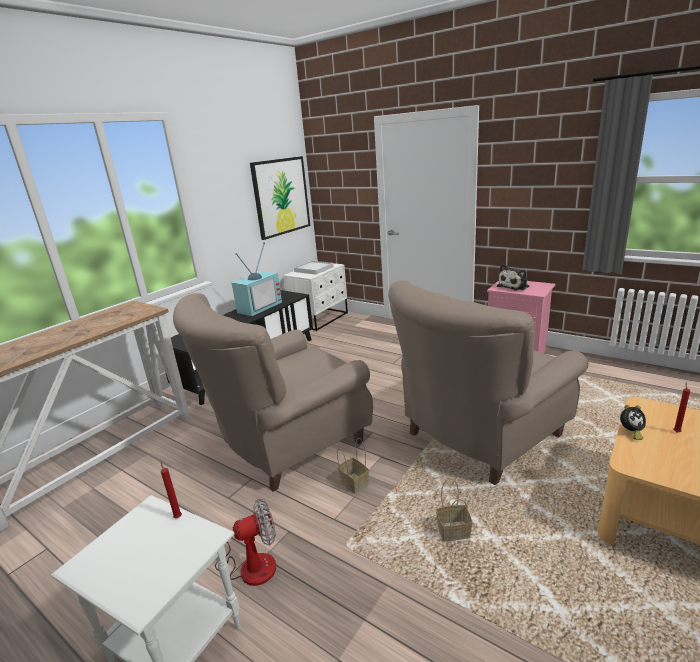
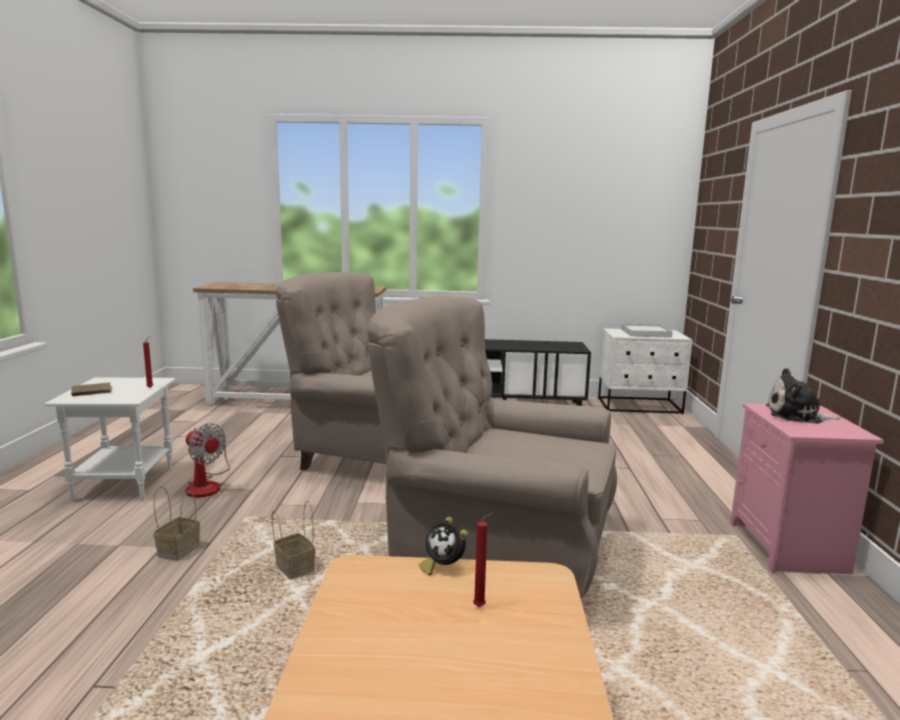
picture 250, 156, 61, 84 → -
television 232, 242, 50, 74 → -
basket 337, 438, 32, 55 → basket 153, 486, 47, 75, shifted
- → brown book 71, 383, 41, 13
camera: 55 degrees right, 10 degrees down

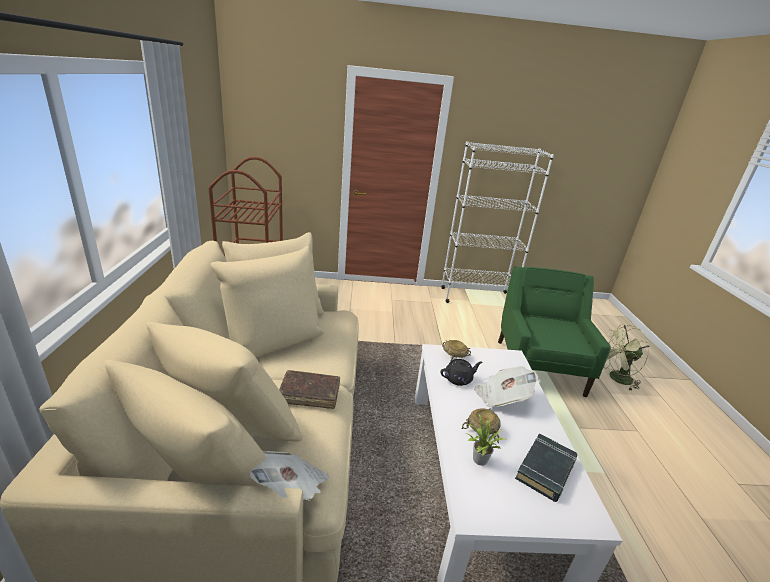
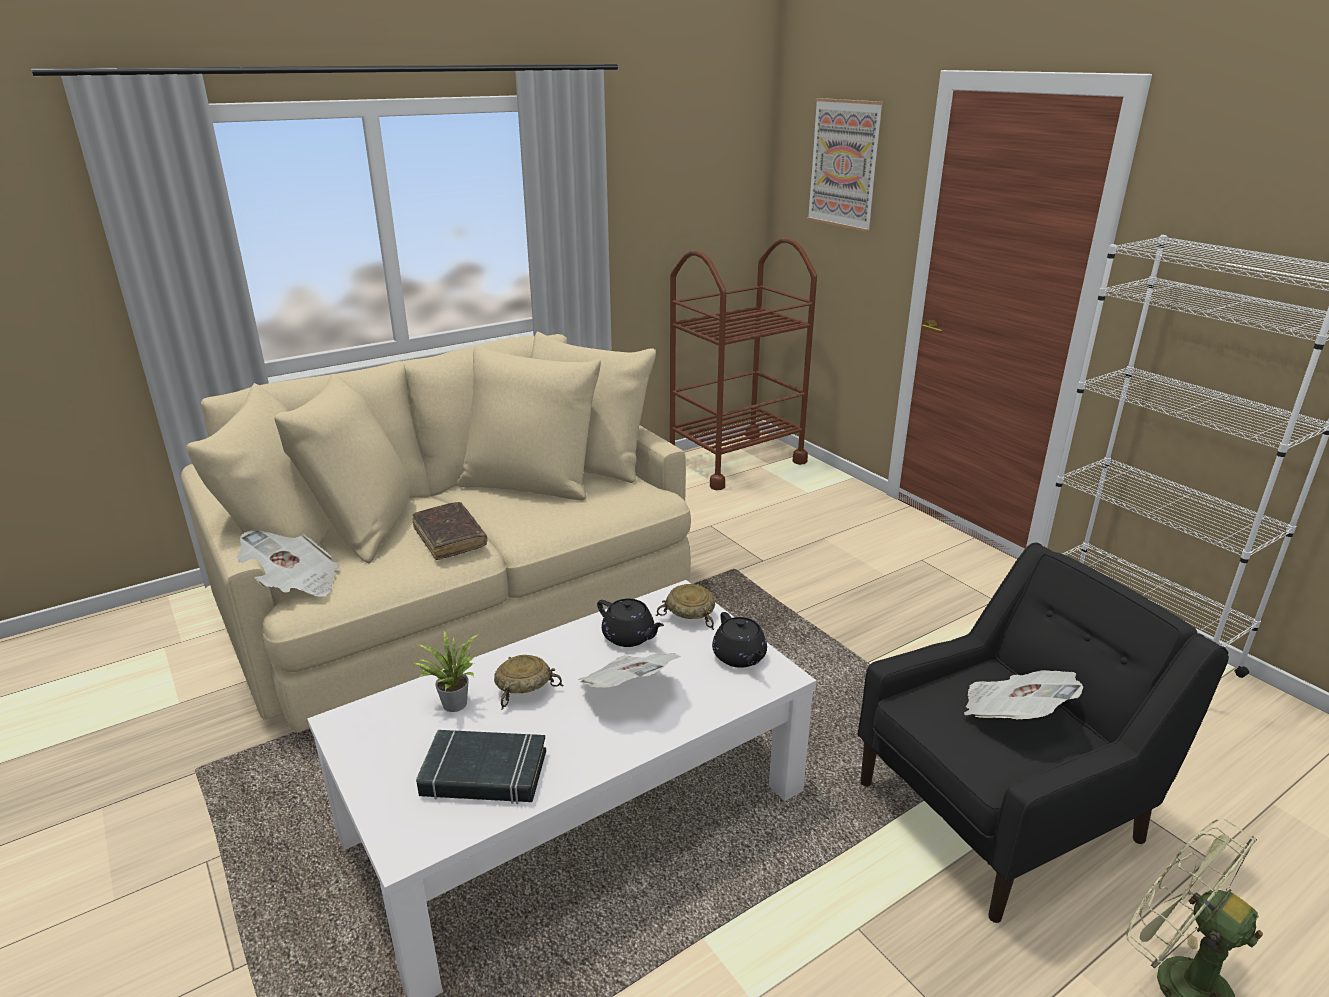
green armchair 498, 266, 113, 131 → black armchair 858, 542, 371, 381
- → picture 807, 98, 77, 134
- → black teapot 712, 612, 55, 56
- → newspaper 964, 670, 119, 49
camera: 60 degrees right, 0 degrees up

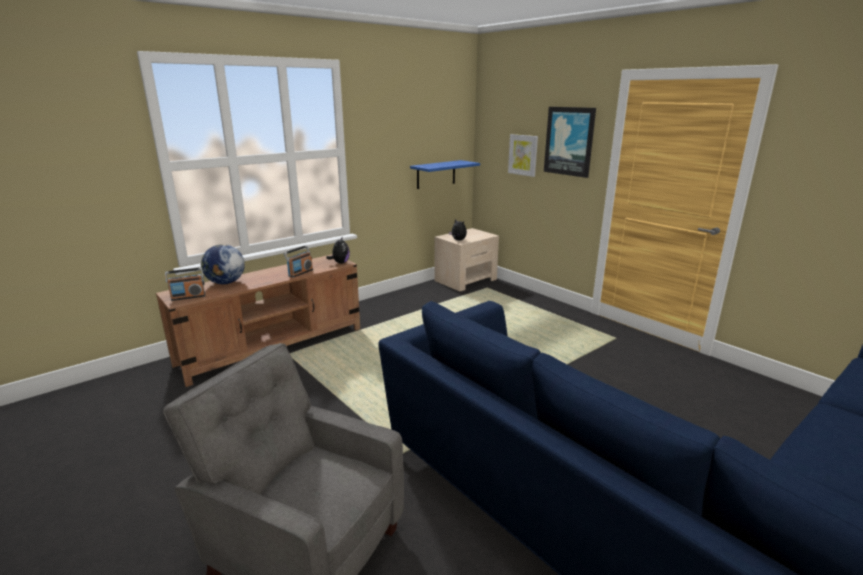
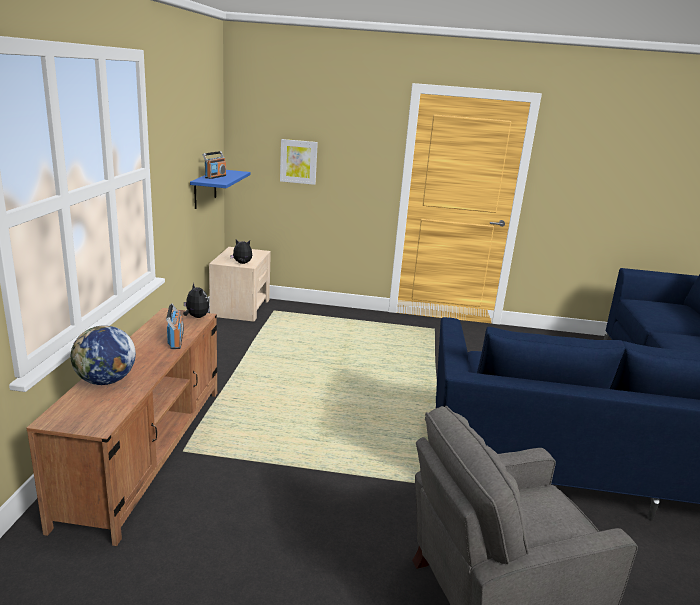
picture 544, 107, 52, 71 → -
radio 165, 268, 40, 33 → radio 203, 151, 23, 28, shifted
camera: 45 degrees left, 0 degrees up

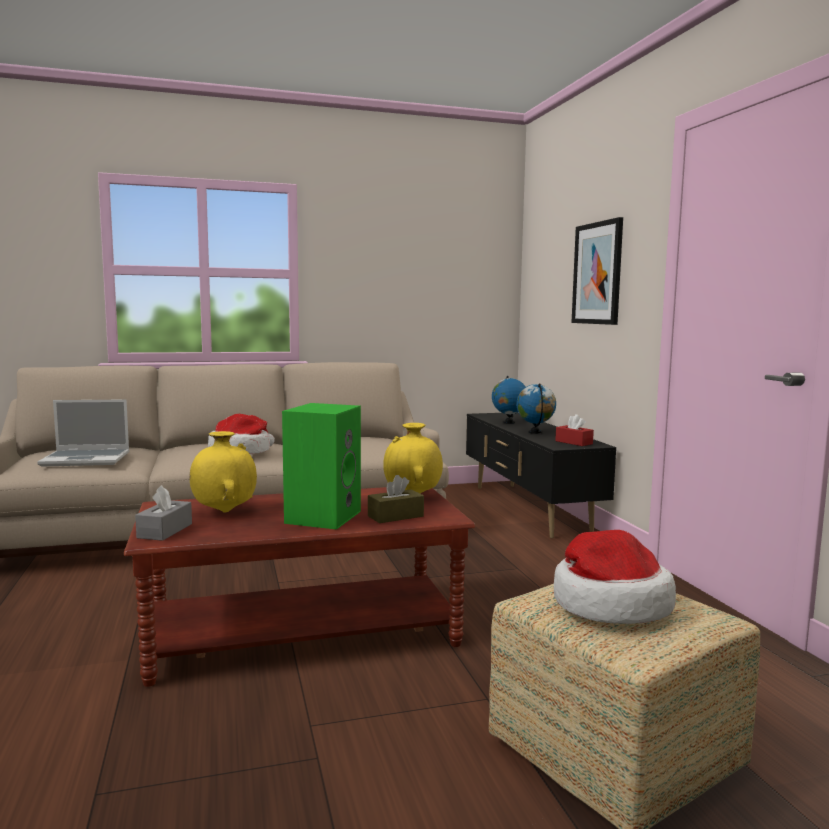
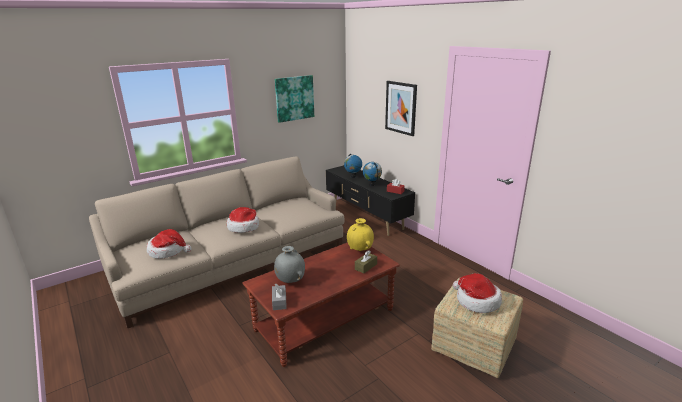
laptop 37, 399, 92, 68 → hat 147, 229, 45, 30
green speaker 282, 403, 79, 127 → -
yellow vase 190, 431, 67, 82 → grey vase 274, 246, 31, 37
- → picture 275, 75, 39, 48
camera: 20 degrees left, 15 degrees up

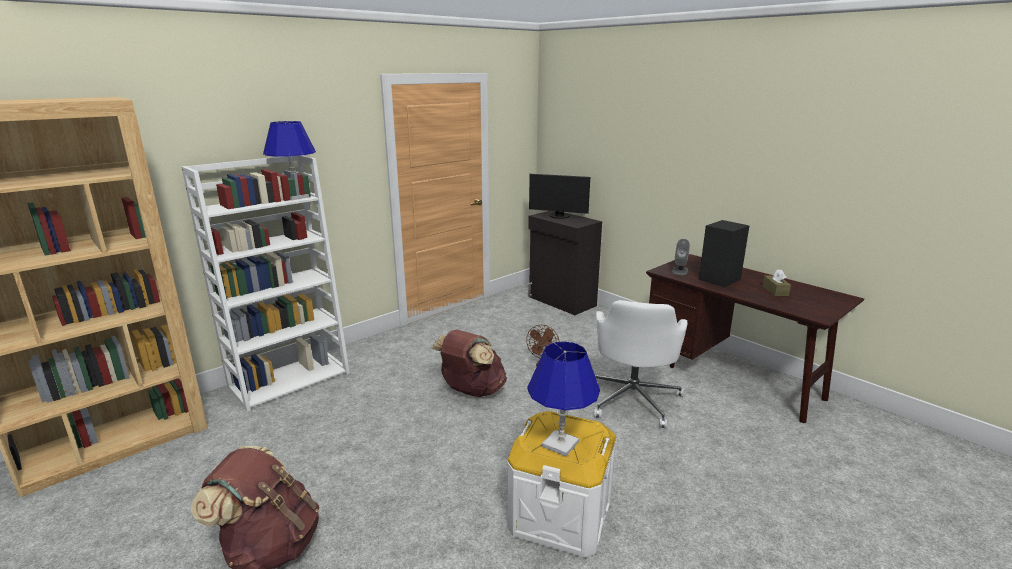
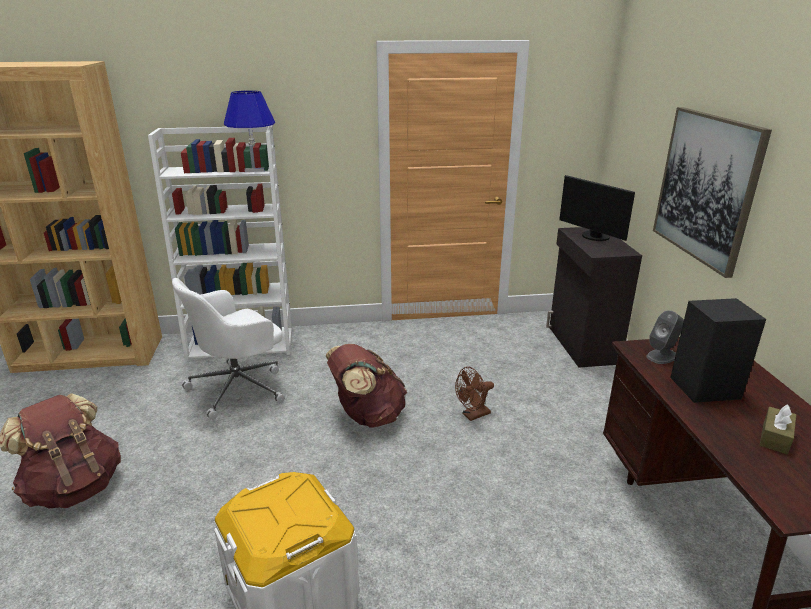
white office chair 594, 300, 93, 129 → white office chair 172, 278, 113, 142, shifted
blue table lamp 527, 341, 73, 115 → -
- → picture 653, 107, 119, 171
camera: 35 degrees right, 5 degrees up

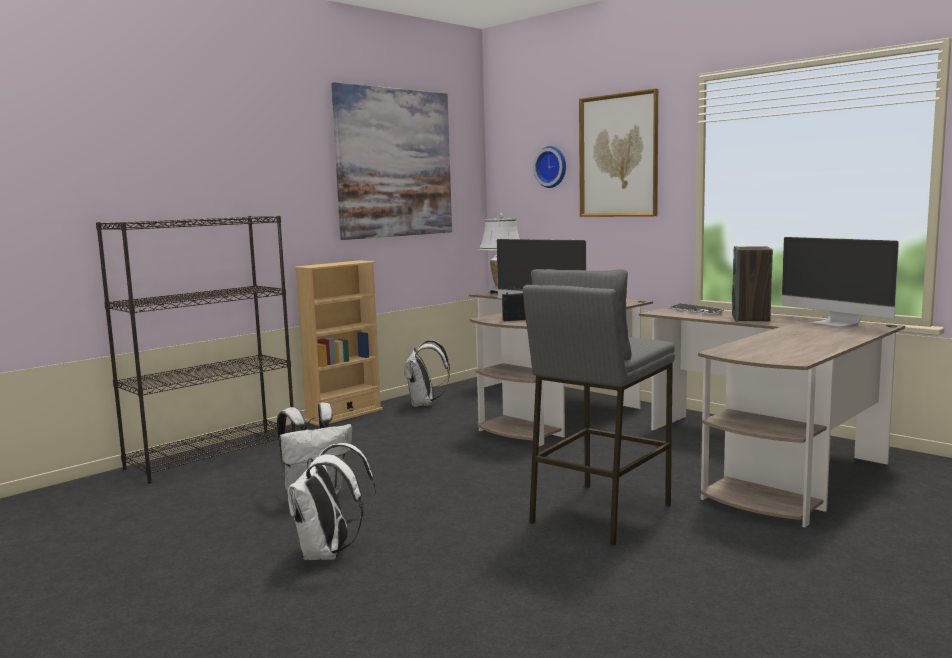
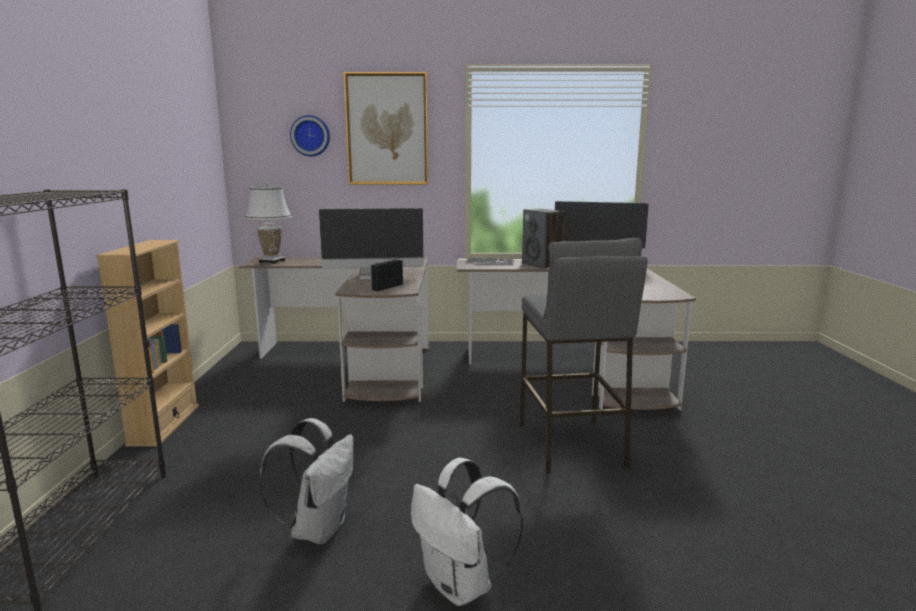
picture 331, 82, 121, 158 → -
white backpack 403, 340, 47, 67 → -
camera: 45 degrees left, 5 degrees up

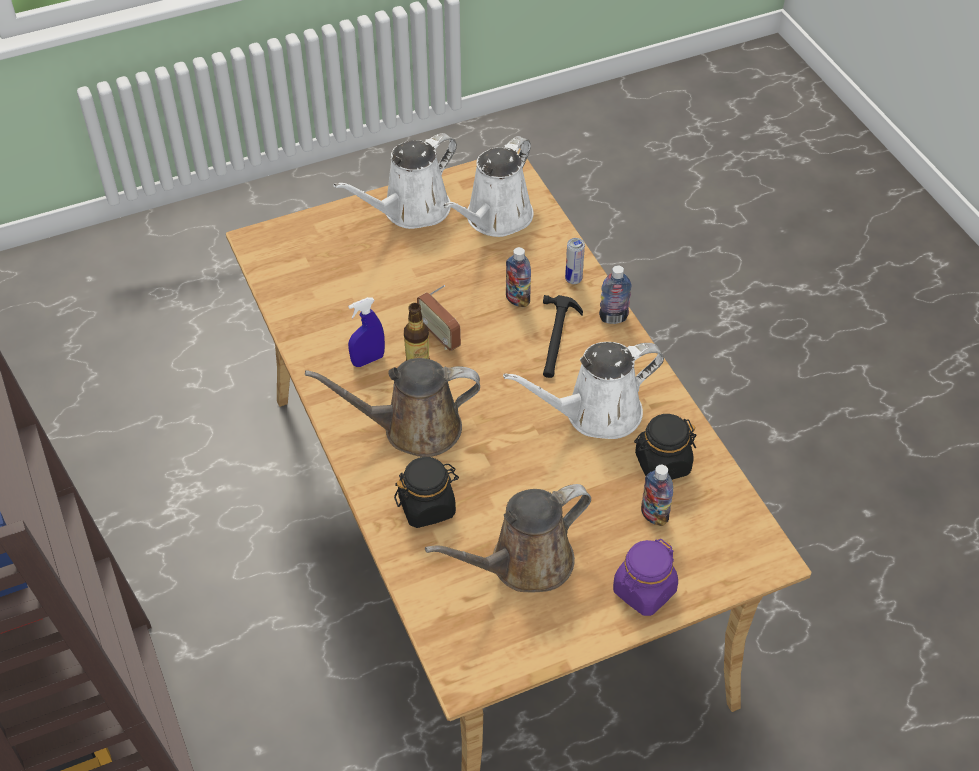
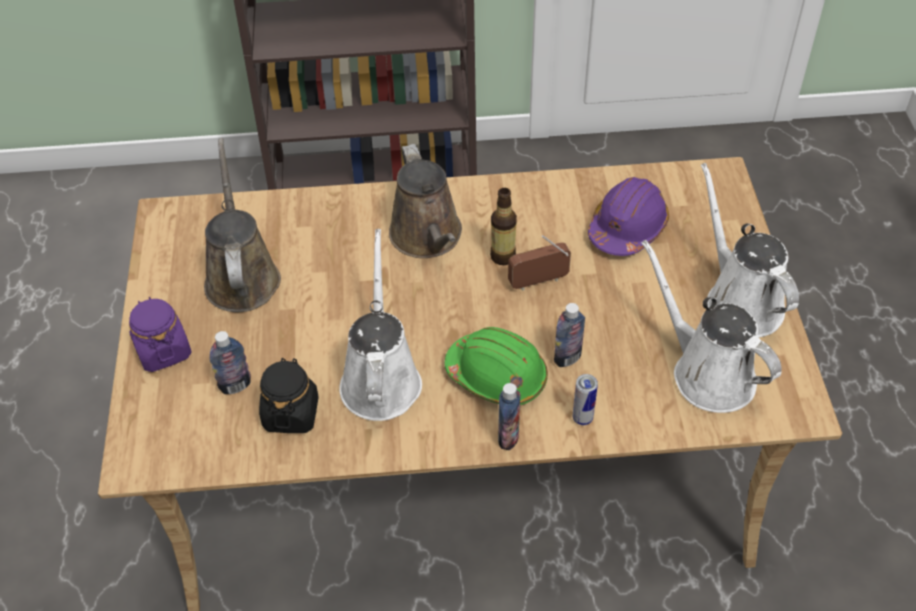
hammer 543, 295, 40, 83 → green hard hat 445, 327, 103, 78
blue spray bottle 348, 297, 37, 70 → -
brown watering can 305, 358, 175, 99 → brown watering can 389, 144, 73, 114, 150 degrees clockwise
black jar 394, 457, 65, 71 → -
- → purple hard hat 588, 177, 81, 79
camera: 110 degrees right, 0 degrees up

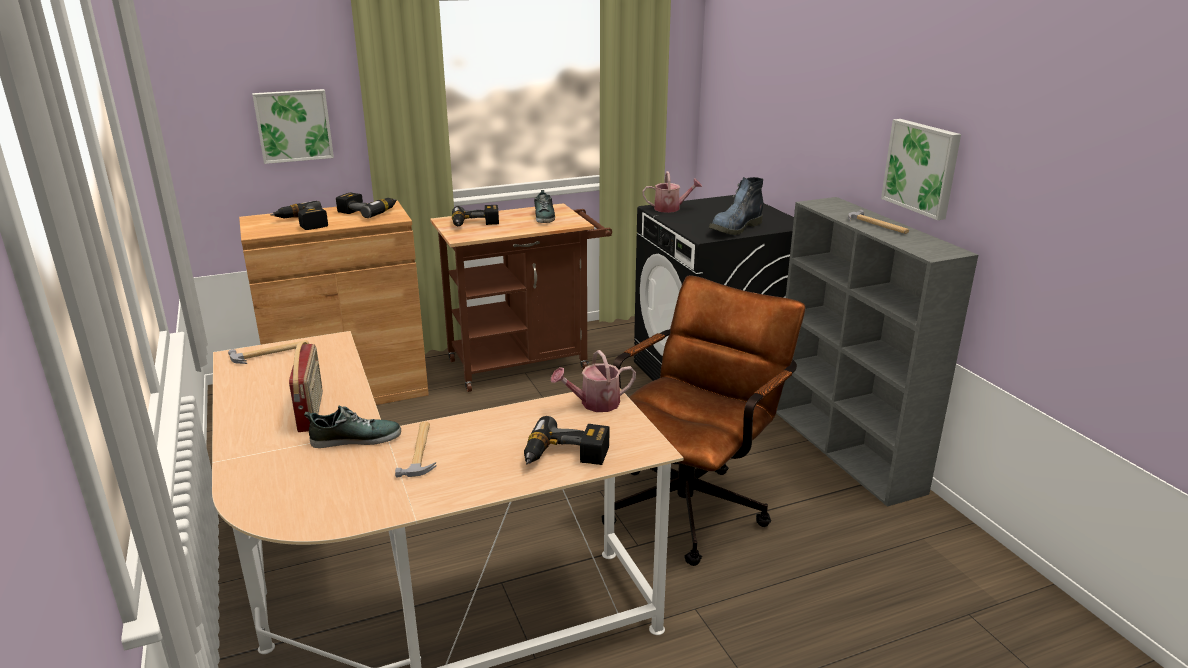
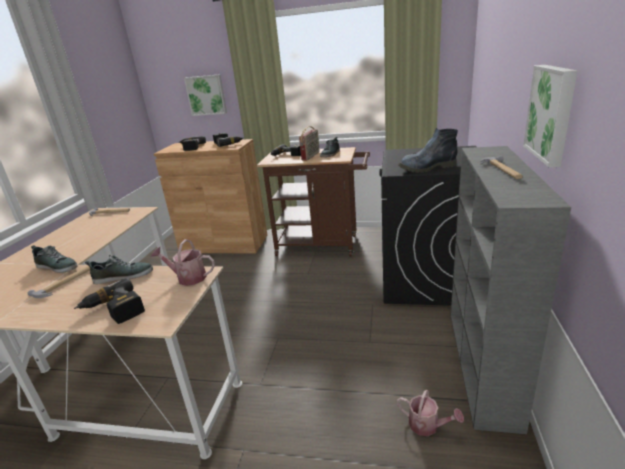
watering can 643, 171, 59, 42 → watering can 397, 390, 67, 46, shifted
brown office chair 601, 275, 205, 291 → -
radio 289, 342, 34, 90 → radio 299, 126, 21, 35, shifted
- → shoe 85, 255, 68, 29
camera: 35 degrees right, 0 degrees up

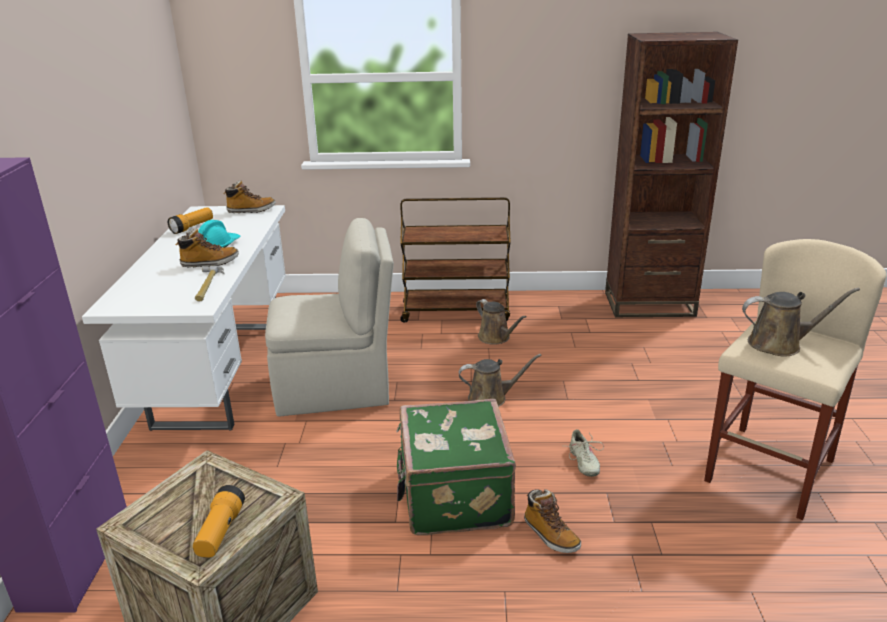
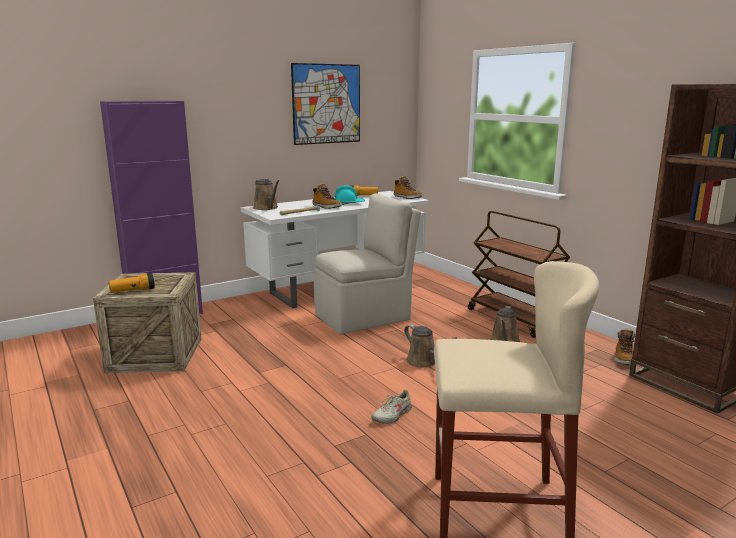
beige chair 265, 218, 129, 199 → beige chair 314, 194, 107, 140, 75 degrees counterclockwise
brown watering can 742, 288, 118, 68 → brown watering can 253, 179, 26, 31, shifted
green suitcase 396, 399, 120, 136 → -
boot 524, 489, 57, 64 → boot 615, 329, 20, 36, shifted
- → picture 291, 63, 69, 82
camera: 55 degrees right, 10 degrees down

